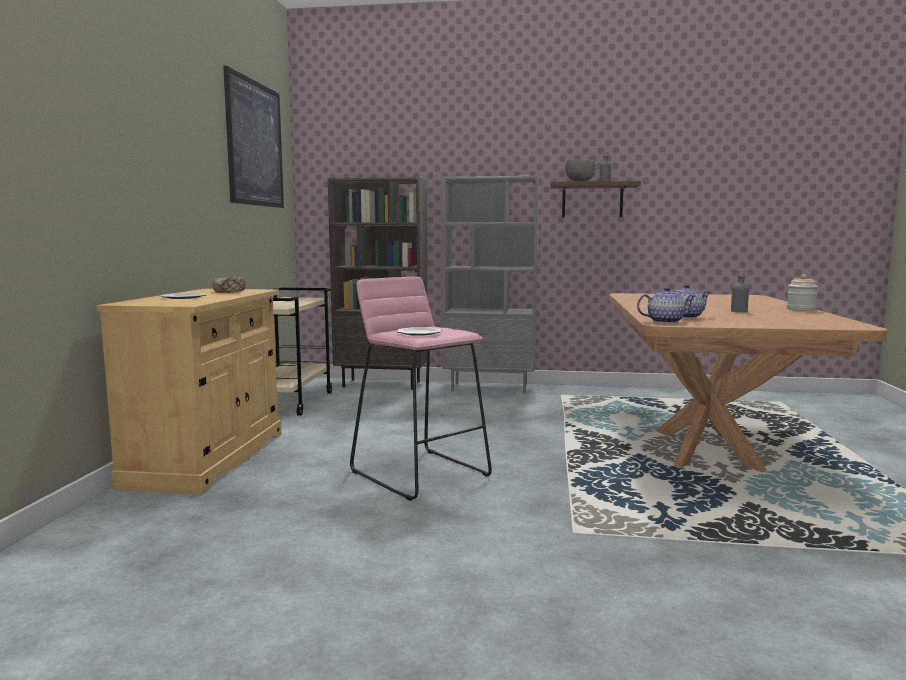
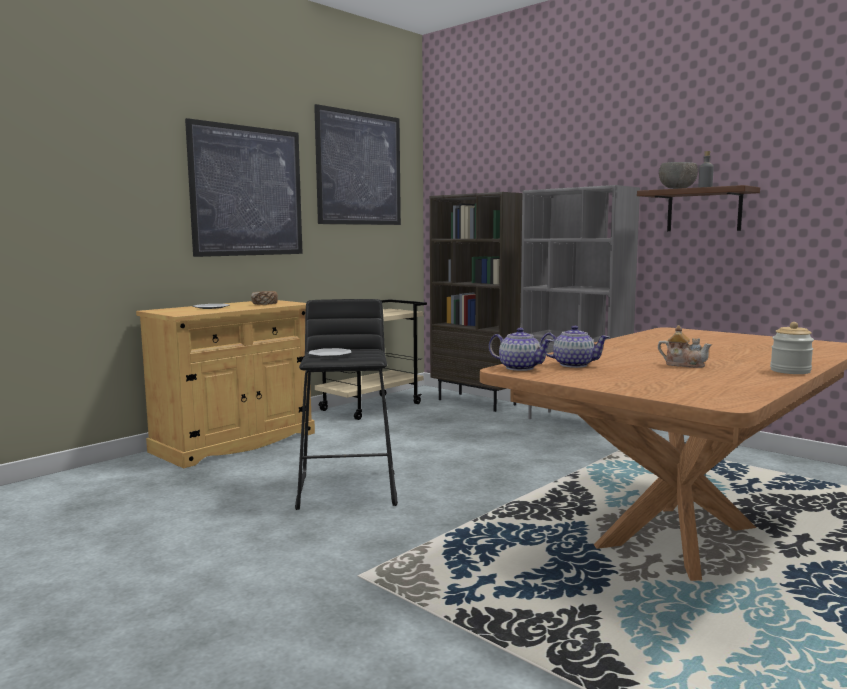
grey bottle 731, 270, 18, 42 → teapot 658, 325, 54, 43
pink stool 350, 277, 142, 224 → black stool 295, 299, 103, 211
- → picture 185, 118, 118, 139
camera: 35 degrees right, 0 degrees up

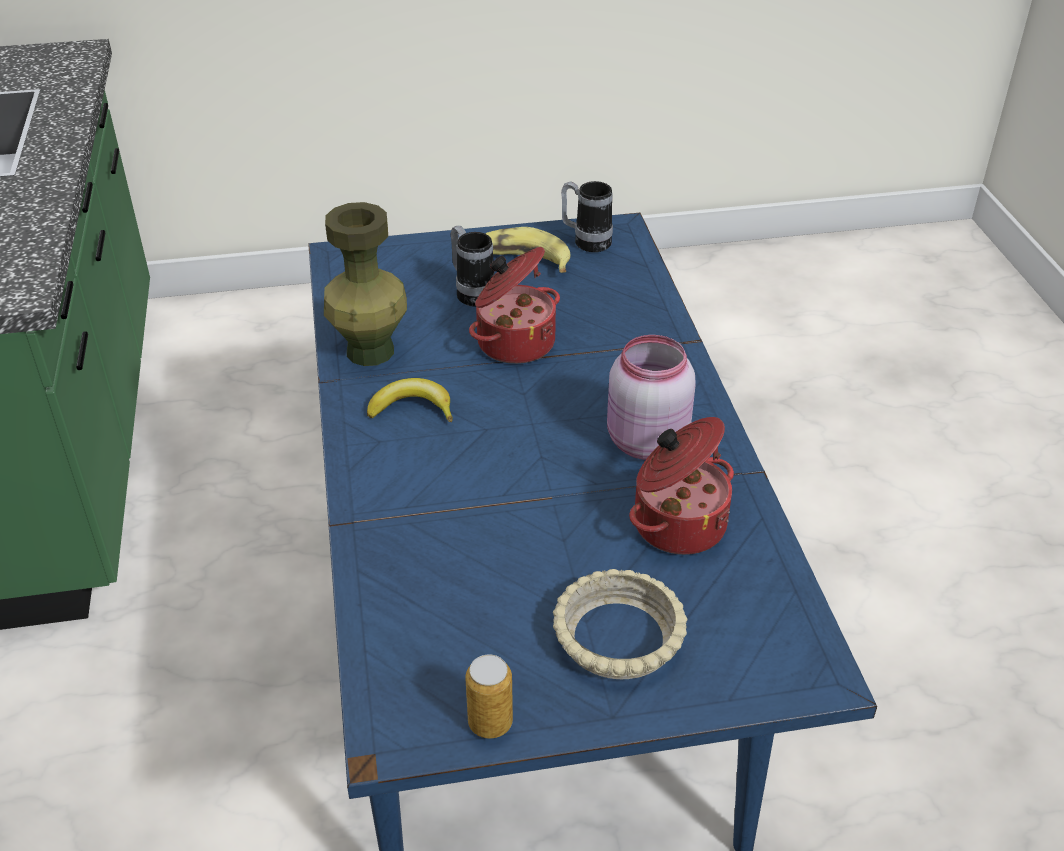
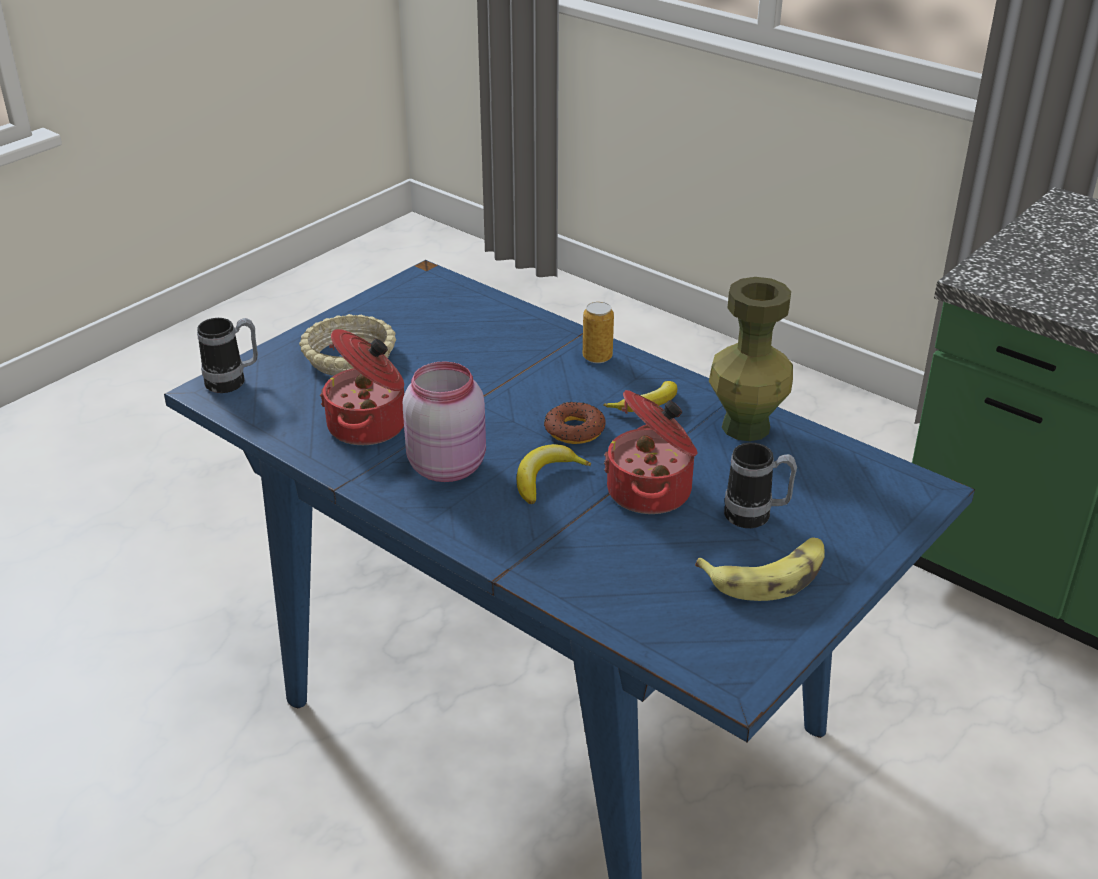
mug 561, 181, 52, 71 → mug 197, 318, 61, 75, shifted
can 465, 654, 48, 84 → can 583, 302, 31, 61, shifted
- → donut 544, 402, 62, 42
- → banana 517, 444, 74, 60
camera: 140 degrees right, 5 degrees down

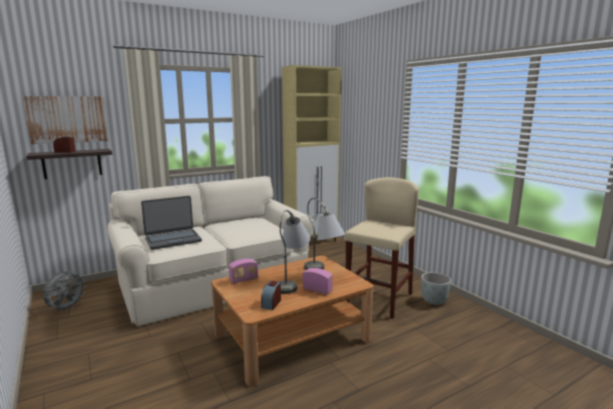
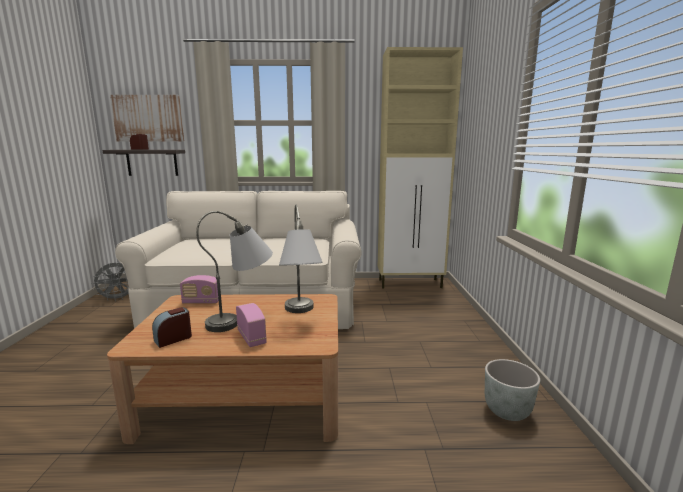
beige stool 344, 177, 75, 142 → -
laptop 141, 196, 61, 54 → -
camera: 30 degrees right, 0 degrees up

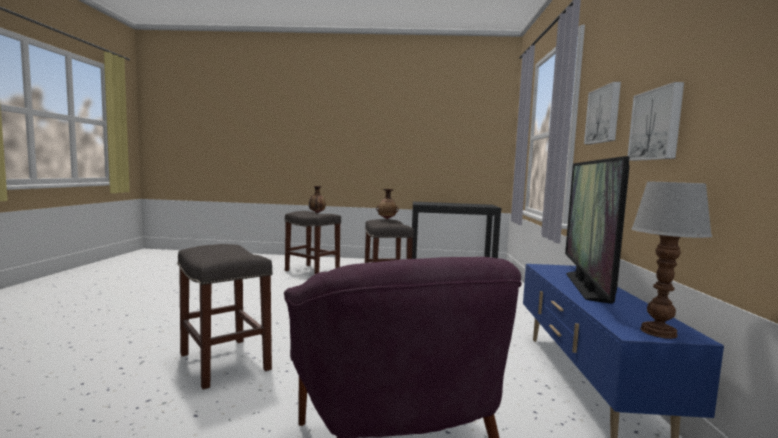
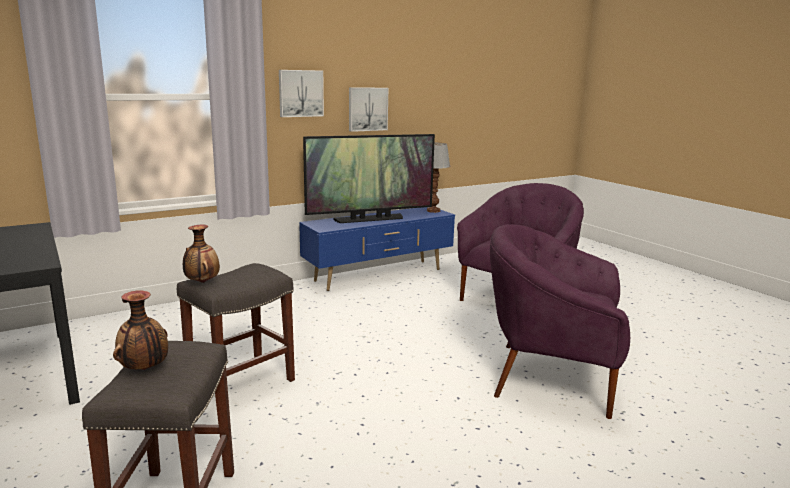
grey stool 177, 244, 96, 145 → purple armchair 490, 224, 140, 195
camera: 125 degrees left, 10 degrees up

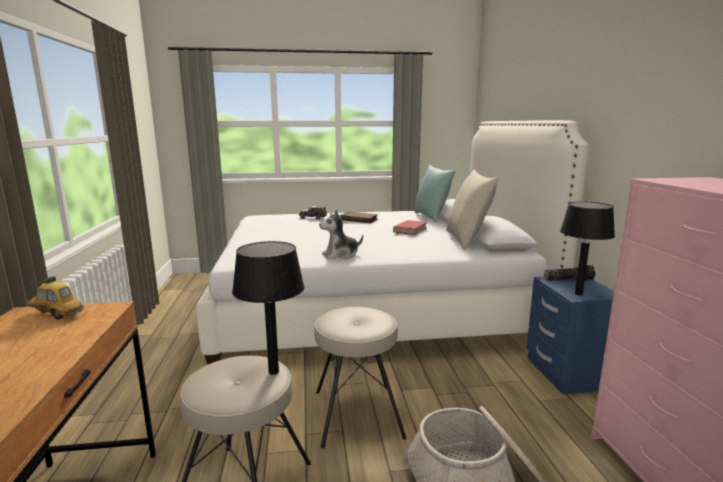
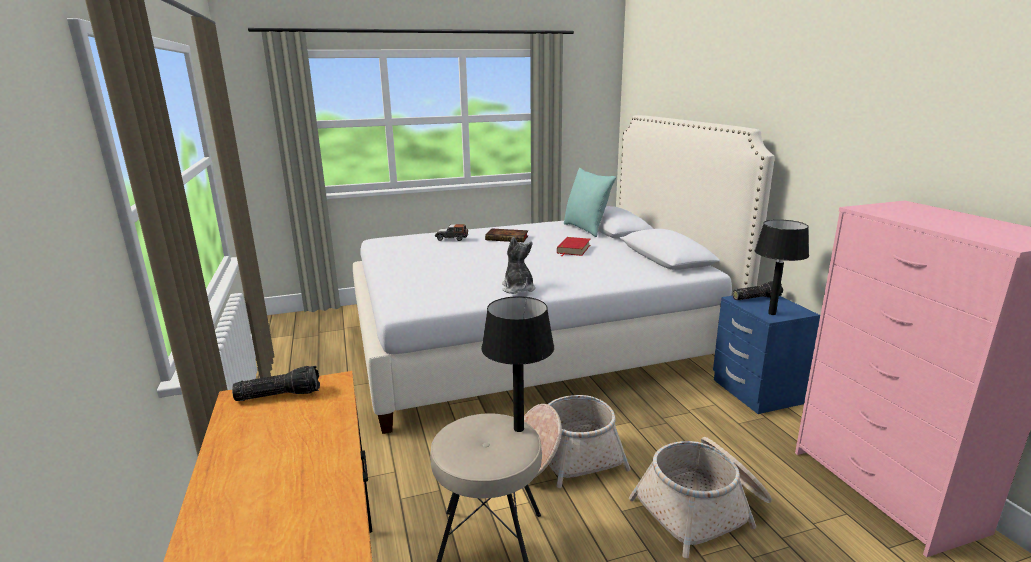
beige pillow 446, 170, 52, 80 → -
plush toy 319, 210, 44, 50 → plush toy 502, 237, 33, 57, 105 degrees clockwise
toy car 28, 276, 56, 43 → flashlight 232, 366, 88, 35
beige stool 314, 307, 93, 141 → basket 524, 395, 107, 93
camera: 10 degrees left, 5 degrees up

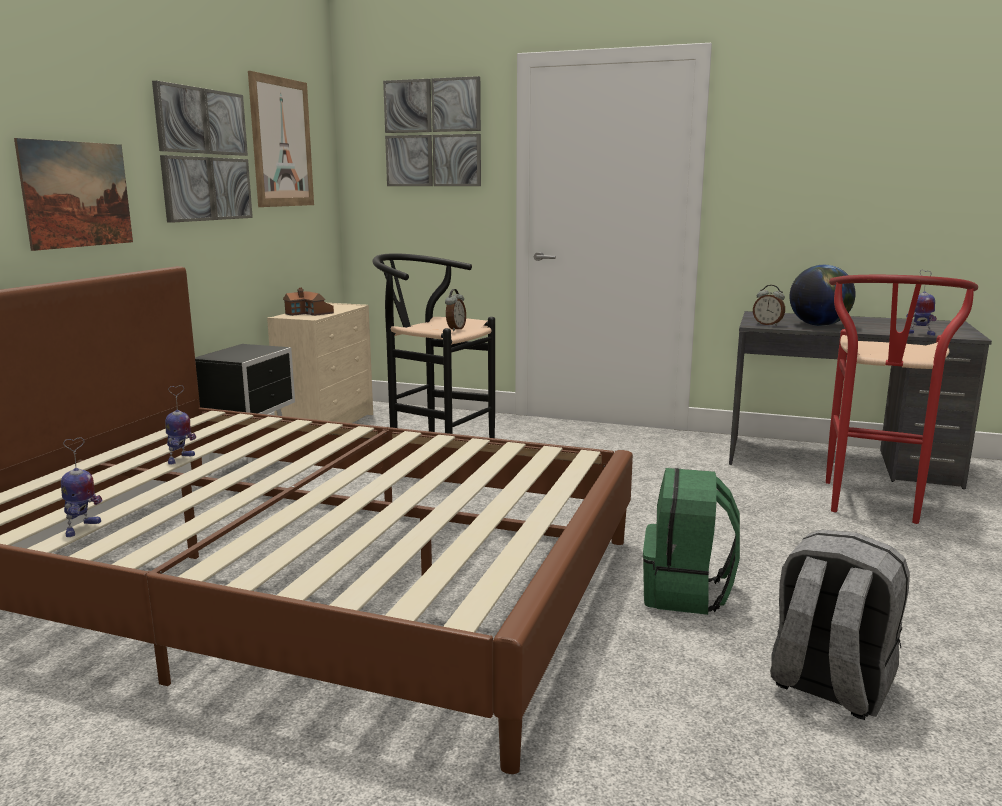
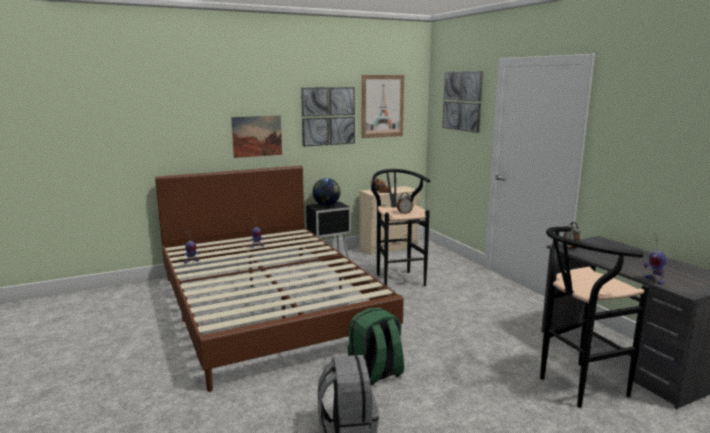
globe 790, 265, 66, 61 → globe 313, 178, 27, 28, shifted
red stool 826, 275, 152, 249 → black stool 540, 227, 109, 181
camera: 45 degrees right, 0 degrees up

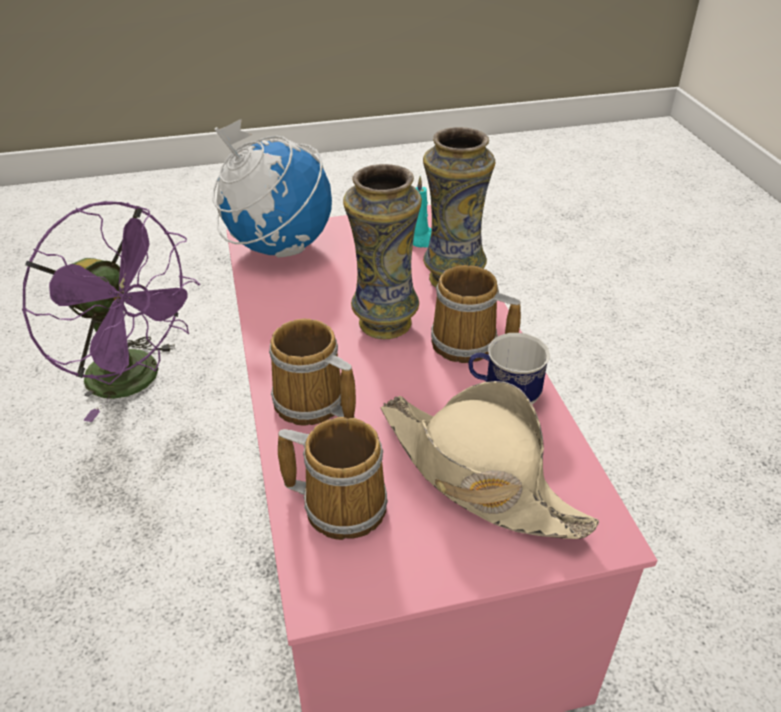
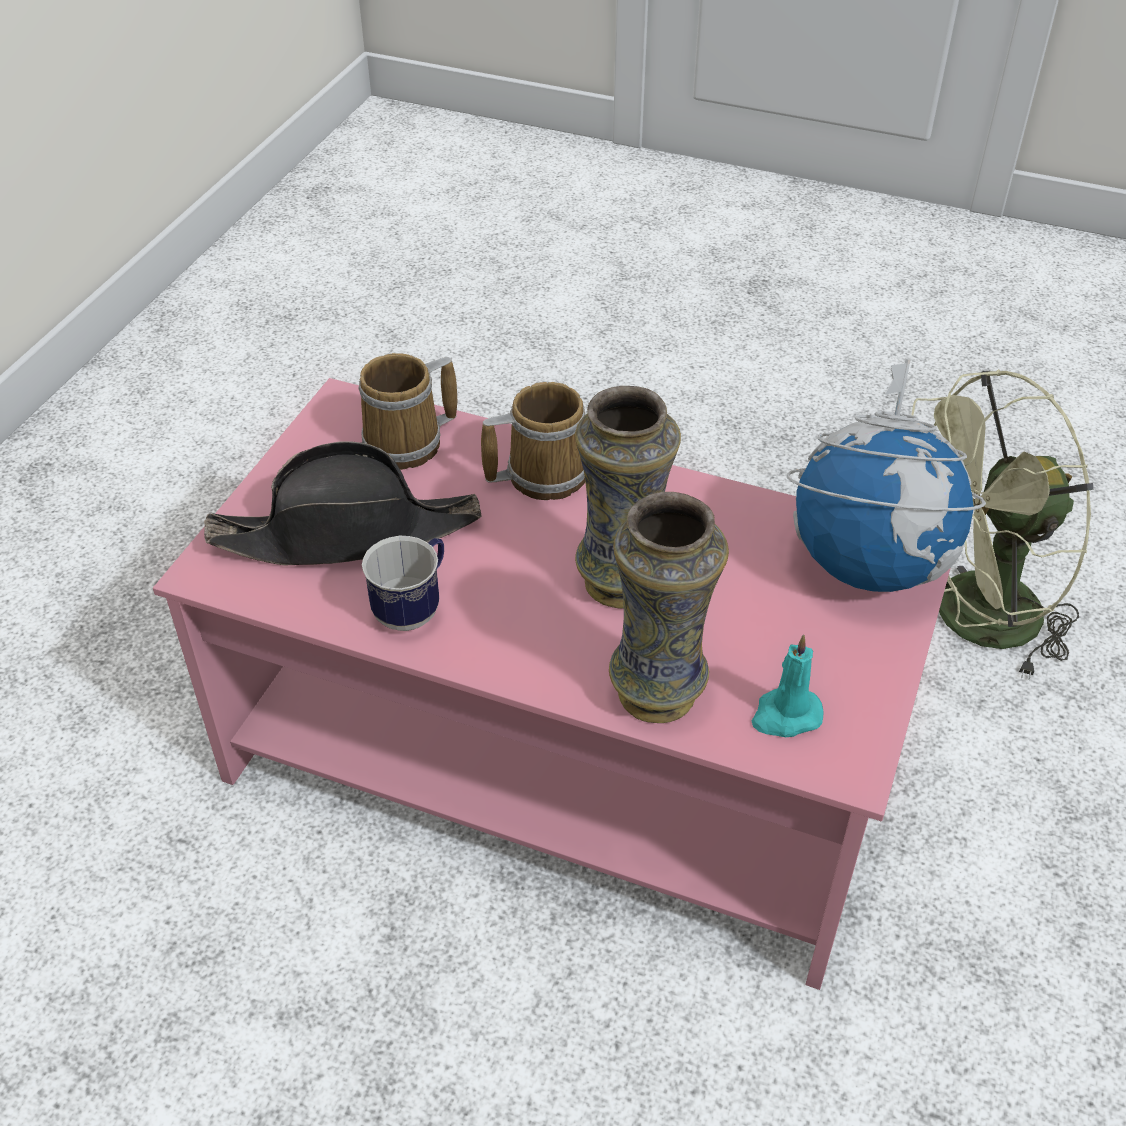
purple fan 22, 201, 178, 221 → green fan 911, 369, 183, 311
mug 431, 265, 90, 98 → -
beige hat 381, 381, 218, 158 → black hat 204, 441, 278, 124
camera: 125 degrees right, 5 degrees up

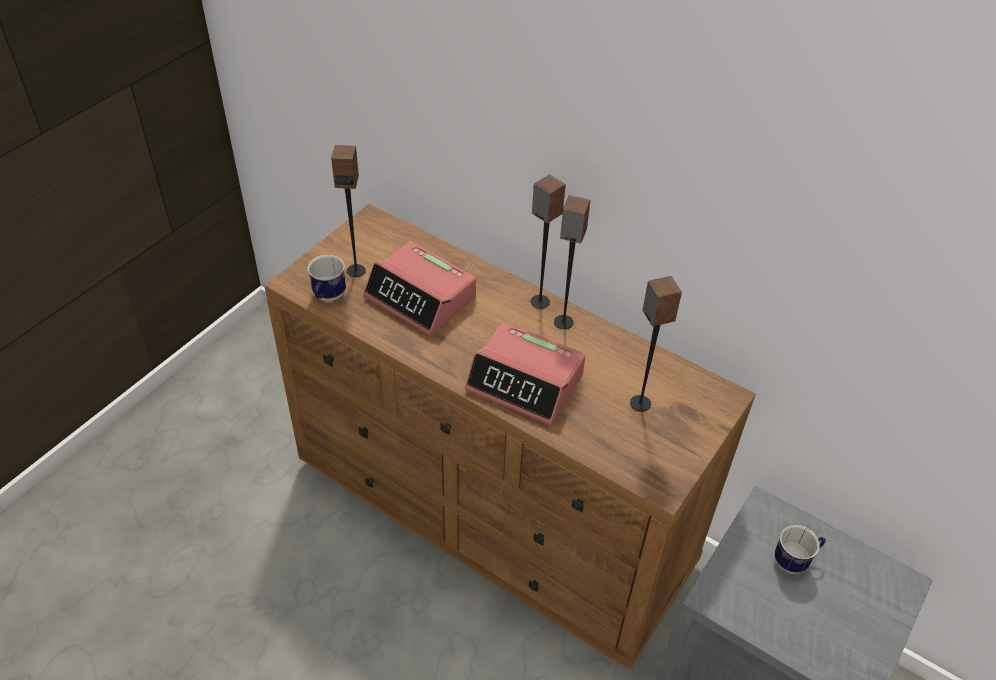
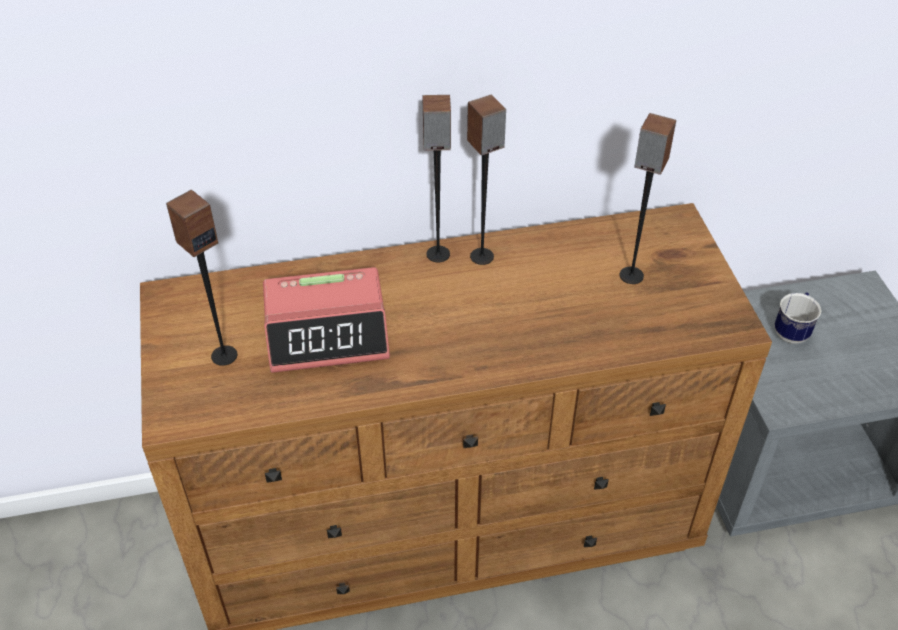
mug 308, 255, 38, 46 → -
alarm clock 465, 322, 120, 104 → -
camera: 45 degrees left, 0 degrees up

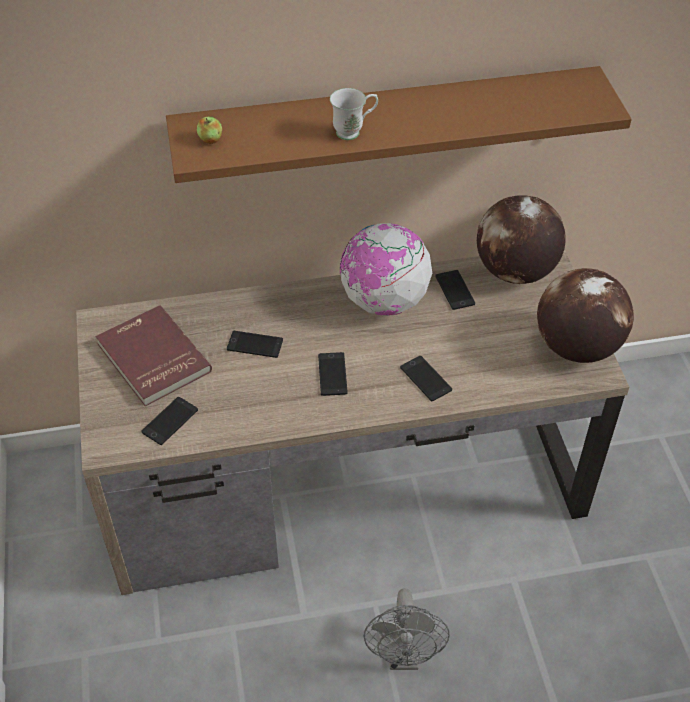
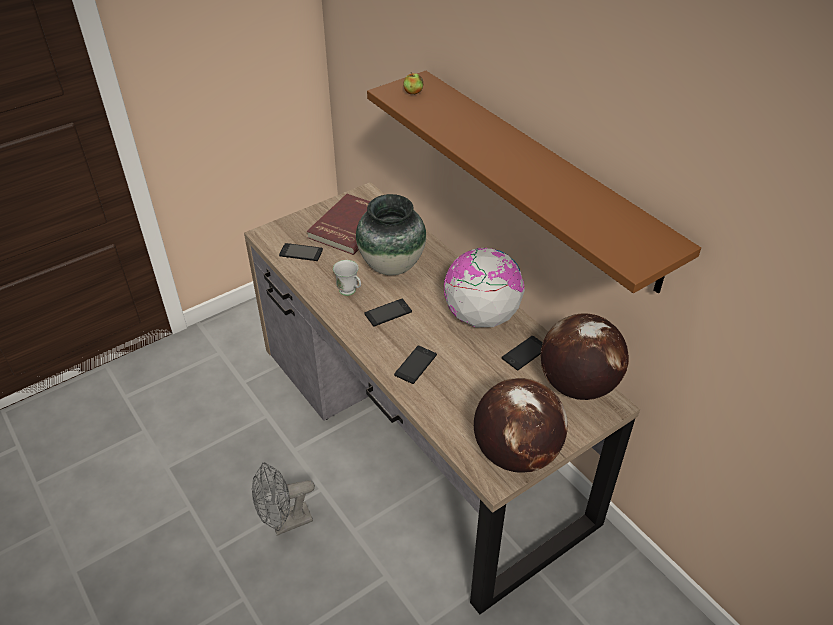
white mug 330, 88, 48, 52 → white mug 333, 260, 28, 36, shifted
phone 227, 331, 56, 27 → vase 356, 194, 70, 81
camera: 65 degrees right, 5 degrees down

